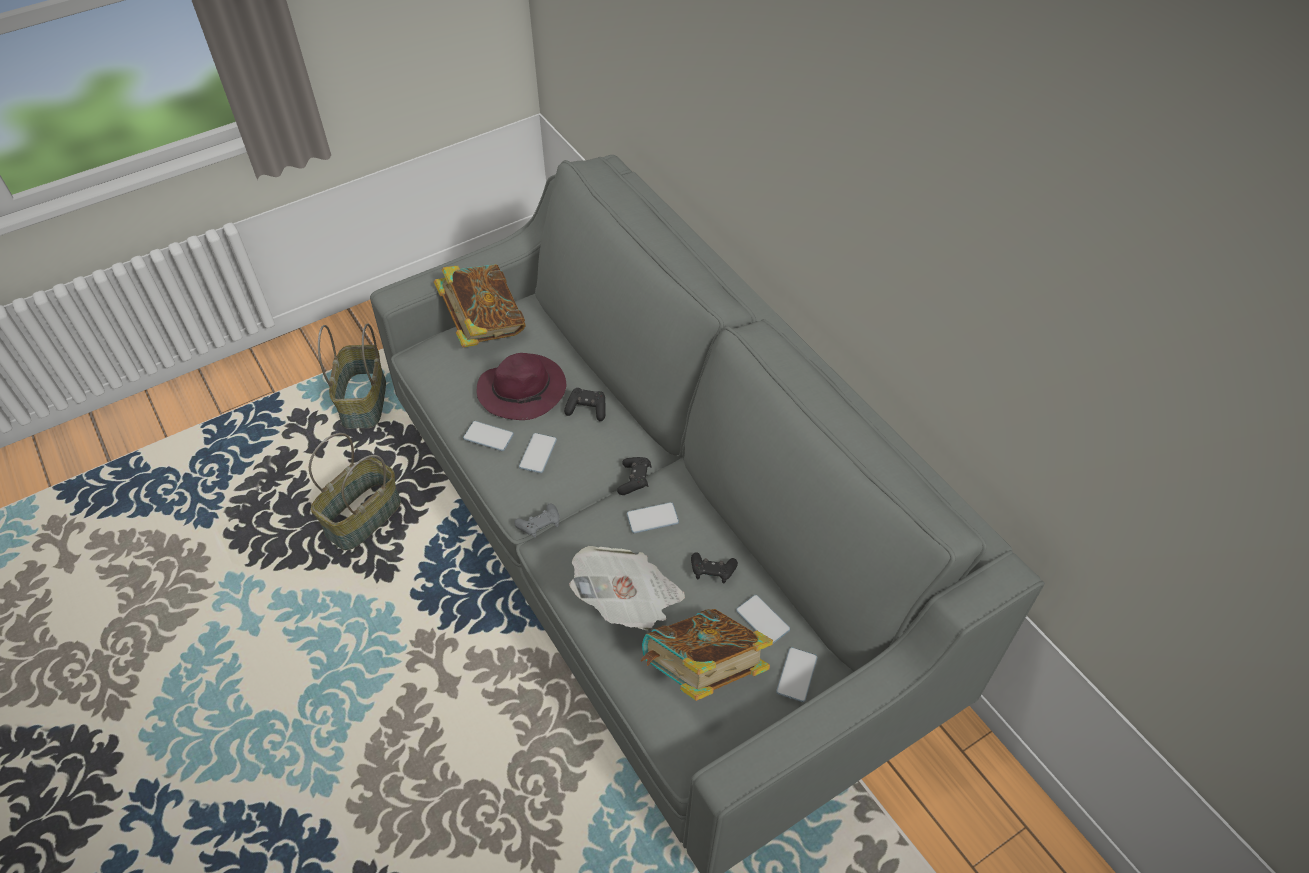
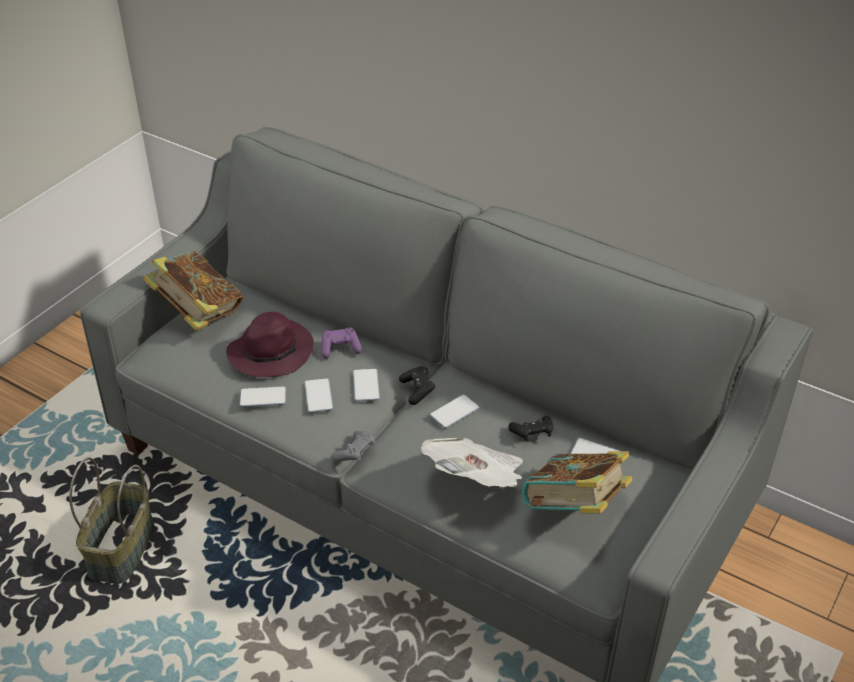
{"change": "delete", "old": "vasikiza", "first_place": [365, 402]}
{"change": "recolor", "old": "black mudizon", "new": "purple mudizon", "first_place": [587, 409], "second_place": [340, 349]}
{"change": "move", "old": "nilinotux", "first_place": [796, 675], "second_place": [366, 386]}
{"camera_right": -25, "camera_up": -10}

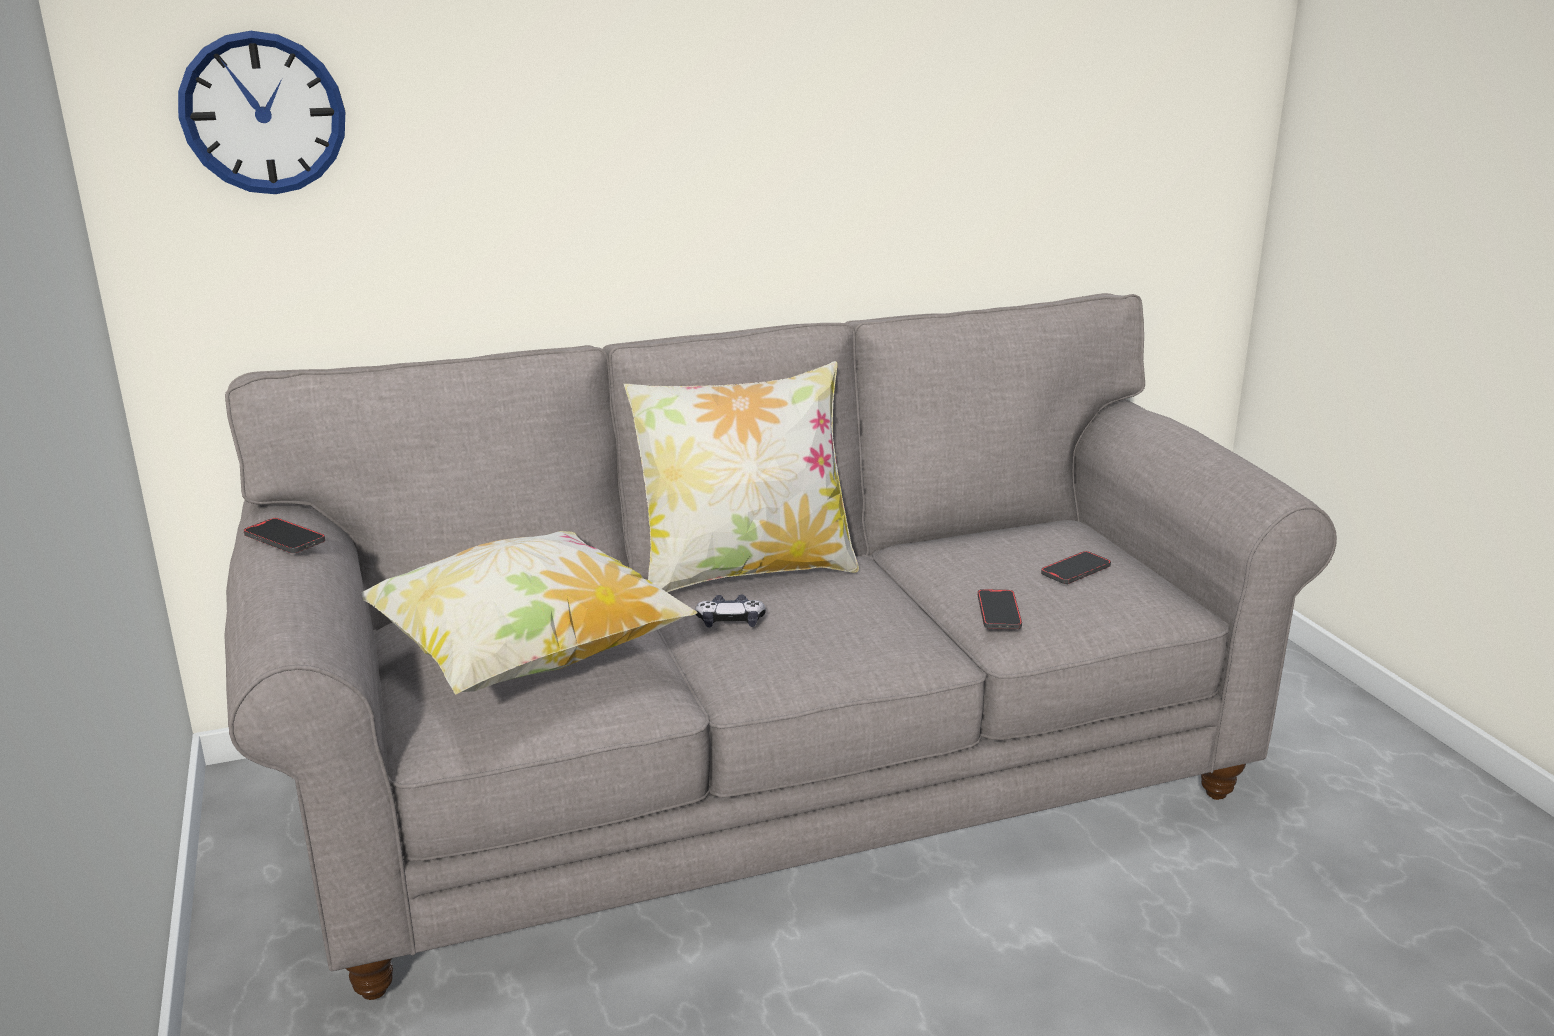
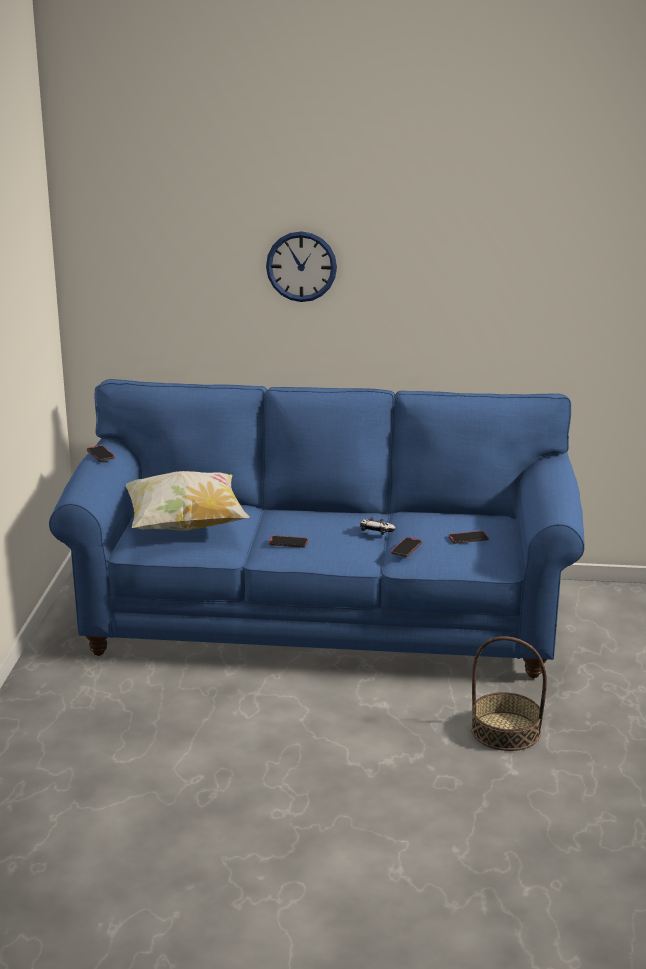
{"change": "move", "old": "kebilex", "first_place": [263, 113], "second_place": [301, 266]}
{"change": "recolor", "old": "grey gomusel", "new": "blue gomusel", "first_place": [778, 781], "second_place": [323, 620]}
{"change": "delete", "old": "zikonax", "first_place": [745, 571]}
{"change": "move", "old": "mudizon", "first_place": [730, 622], "second_place": [376, 531]}
{"change": "insert", "new": "nilinotux", "second_place": [288, 543]}
{"change": "insert", "new": "vasikiza", "second_place": [505, 731]}
{"camera_right": 25, "camera_up": 0}

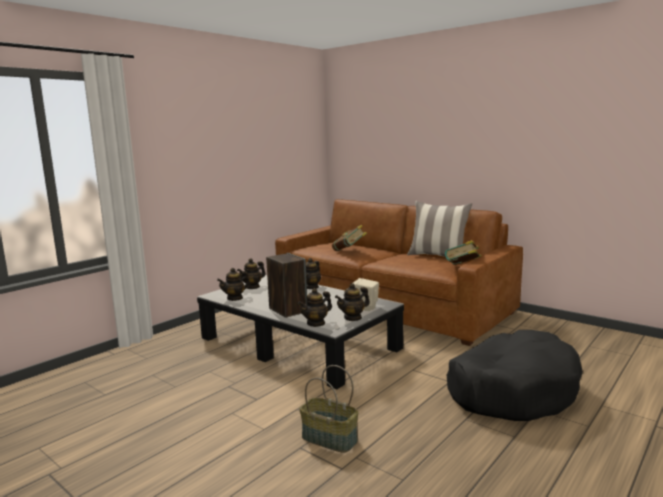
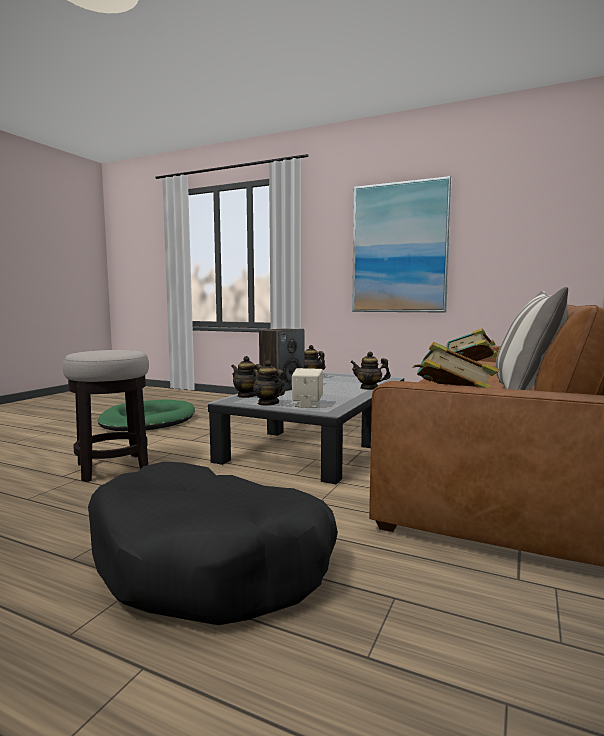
{"change": "delete", "old": "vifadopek", "first_place": [252, 287]}
{"change": "replace", "old": "vasikiza", "new": "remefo", "first_place": [328, 439], "second_place": [112, 468]}
{"change": "insert", "new": "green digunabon", "second_place": [148, 421]}
{"change": "insert", "new": "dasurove", "second_place": [399, 248]}
{"camera_right": 75, "camera_up": -5}

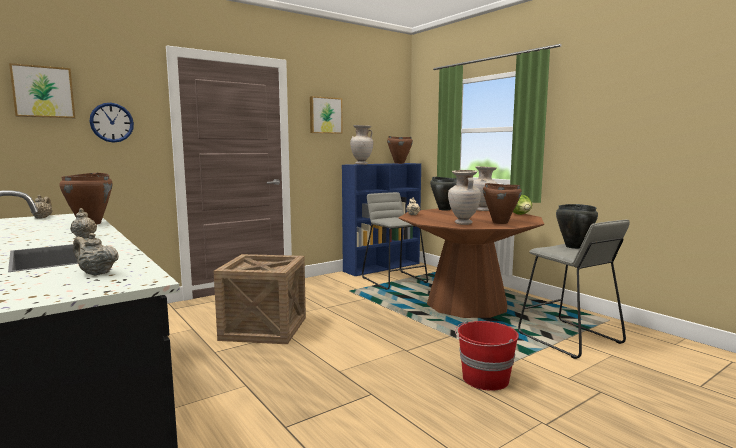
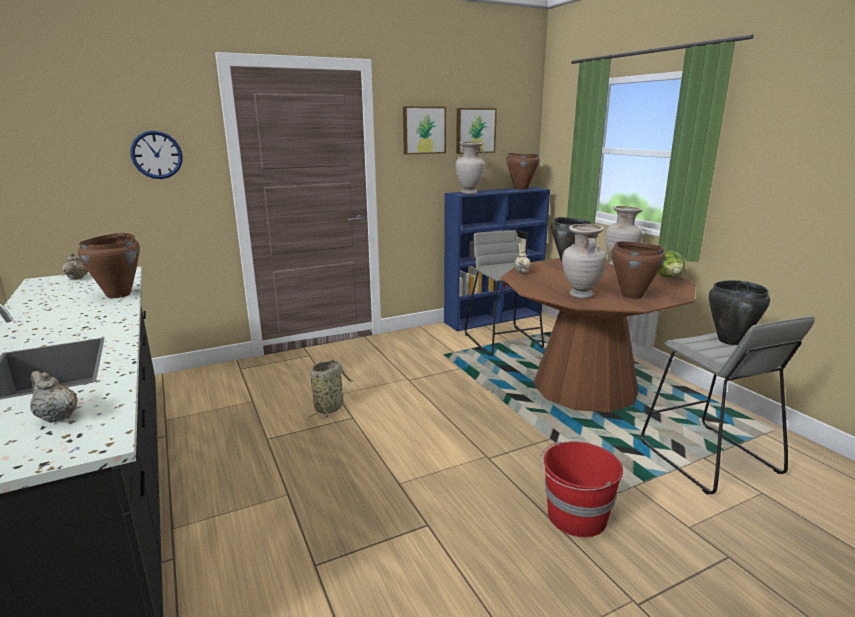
{"change": "move", "old": "dasurove", "first_place": [43, 92], "second_place": [475, 130]}
{"change": "delete", "old": "beige vifadopek", "first_place": [84, 237]}
{"change": "replace", "old": "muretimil", "new": "vasikiza", "first_place": [264, 328], "second_place": [330, 407]}
{"camera_right": 10, "camera_up": 10}

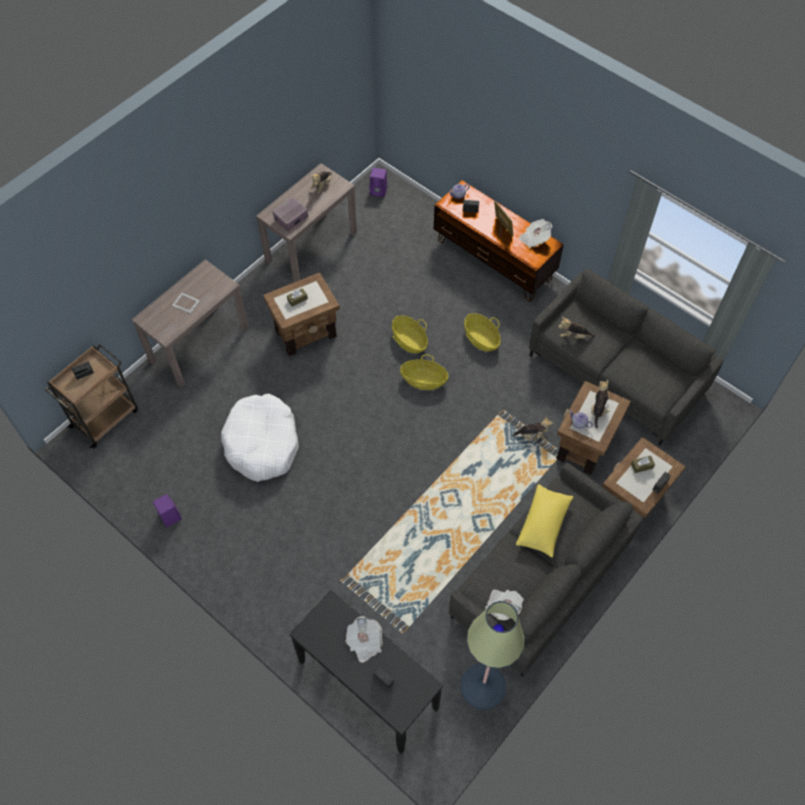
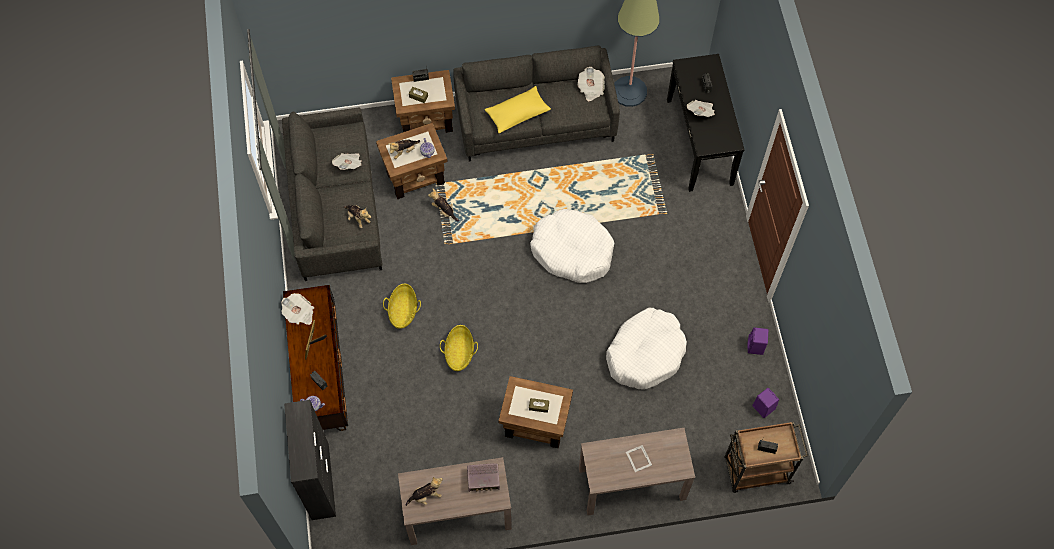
{"change": "move", "old": "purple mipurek", "first_place": [379, 191], "second_place": [763, 407]}
{"change": "delete", "old": "vasikiza", "first_place": [423, 380]}
{"change": "insert", "new": "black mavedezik", "second_place": [320, 481]}
{"change": "insert", "new": "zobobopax", "second_place": [349, 165]}
{"change": "insert", "new": "white digunabon", "second_place": [572, 251]}
{"camera_right": -140, "camera_up": 5}

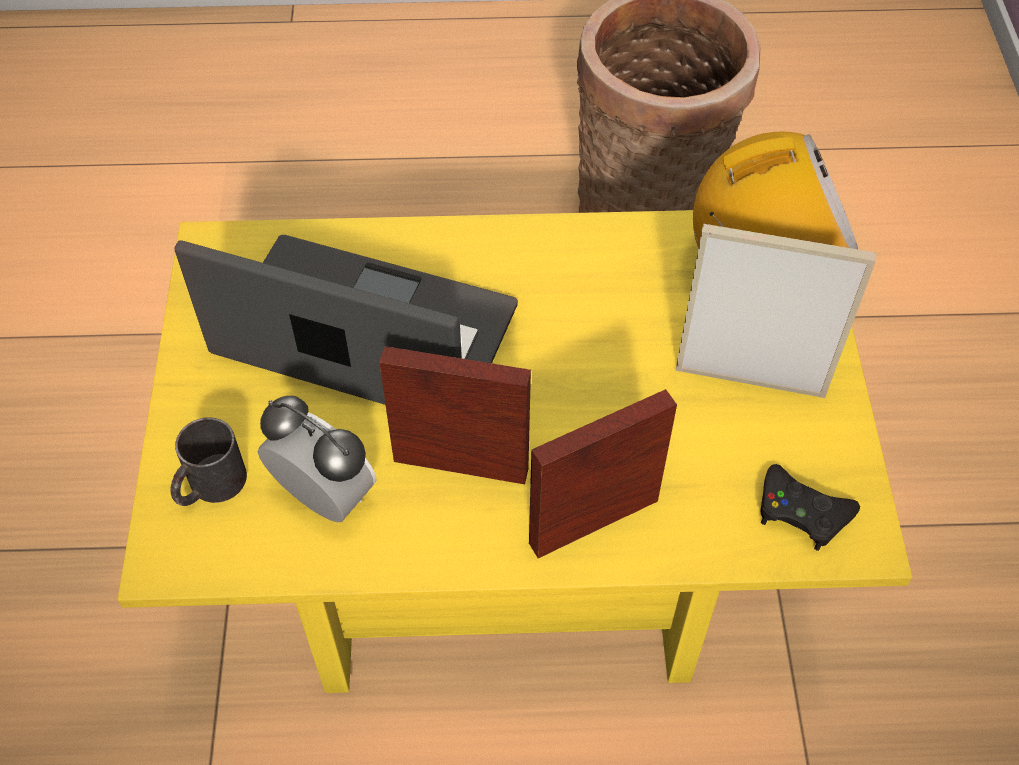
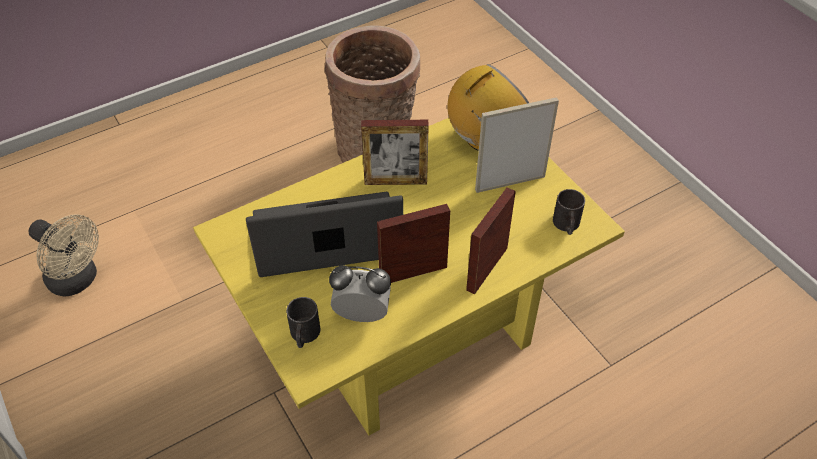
{"change": "replace", "old": "black mudizon", "new": "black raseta", "first_place": [802, 512], "second_place": [567, 225]}
{"change": "insert", "new": "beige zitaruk", "second_place": [78, 280]}
{"change": "insert", "new": "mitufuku", "second_place": [395, 181]}
{"camera_right": -30, "camera_up": -5}

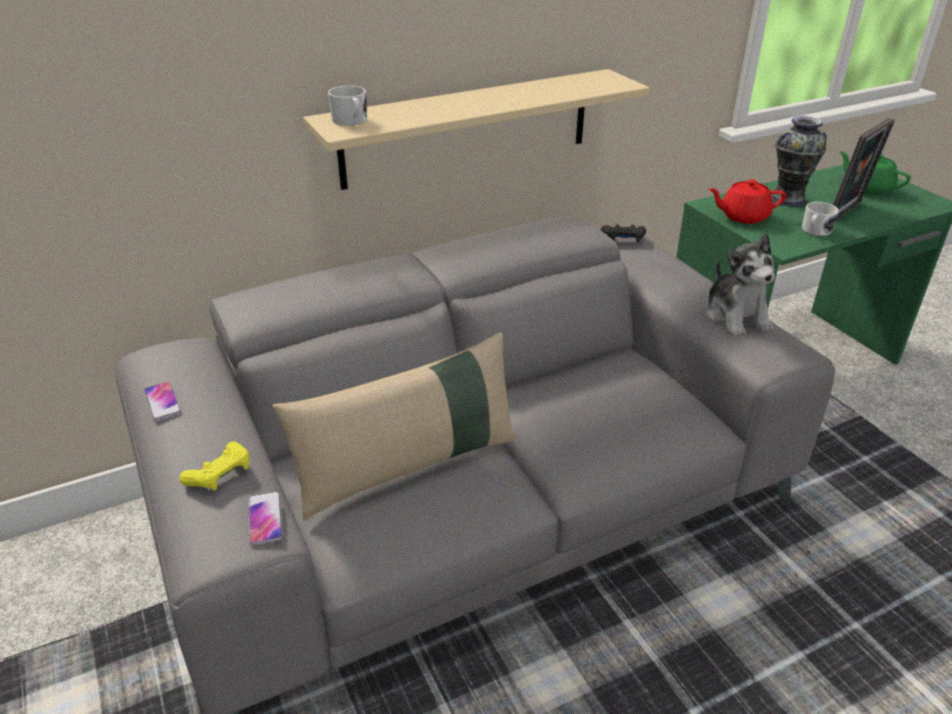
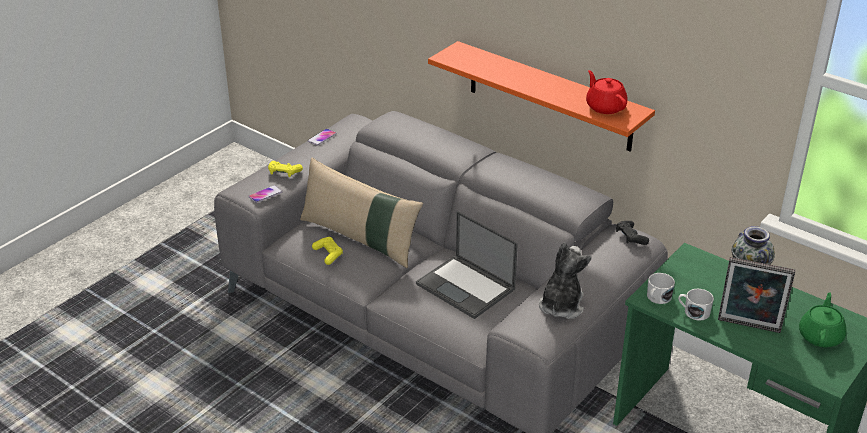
{"change": "recolor", "old": "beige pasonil", "new": "orange pasonil", "first_place": [467, 128], "second_place": [549, 97]}
{"change": "move", "old": "white raseta", "first_place": [351, 121], "second_place": [657, 298]}
{"change": "rotate", "old": "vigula", "first_place": [736, 316], "second_place": [561, 305], "degrees": 150}
{"change": "move", "old": "red vifadopek", "first_place": [743, 216], "second_place": [605, 106]}
{"change": "insert", "new": "yellow mudizon", "second_place": [328, 254]}
{"change": "insert", "new": "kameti", "second_place": [466, 287]}
{"camera_right": 65, "camera_up": 0}

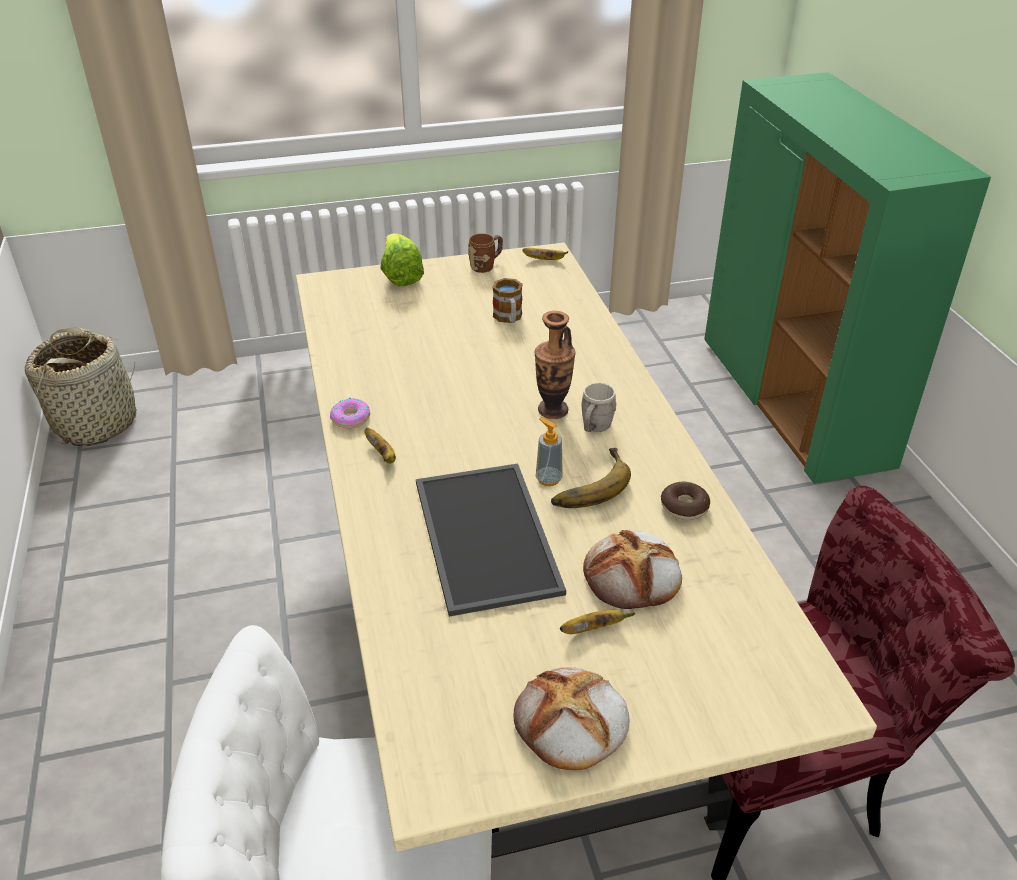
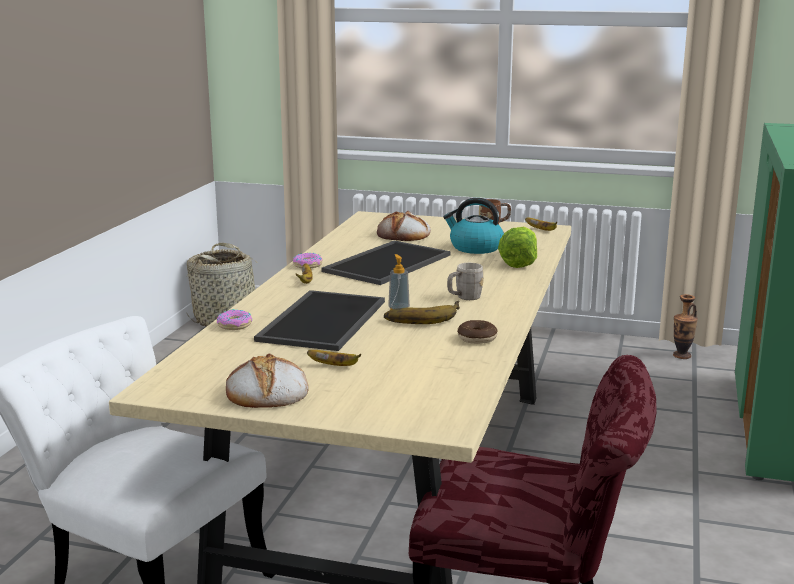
{"change": "move", "old": "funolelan", "first_place": [400, 276], "second_place": [519, 262]}
{"change": "replace", "old": "raseta", "new": "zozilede", "first_place": [509, 318], "second_place": [475, 248]}
{"change": "move", "old": "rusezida", "first_place": [552, 410], "second_place": [682, 356]}
{"change": "move", "old": "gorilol", "first_place": [633, 576], "second_place": [404, 235]}
{"change": "insert", "new": "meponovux", "second_place": [235, 325]}
{"change": "insert", "new": "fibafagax", "second_place": [386, 262]}
{"camera_right": 30, "camera_up": -20}

